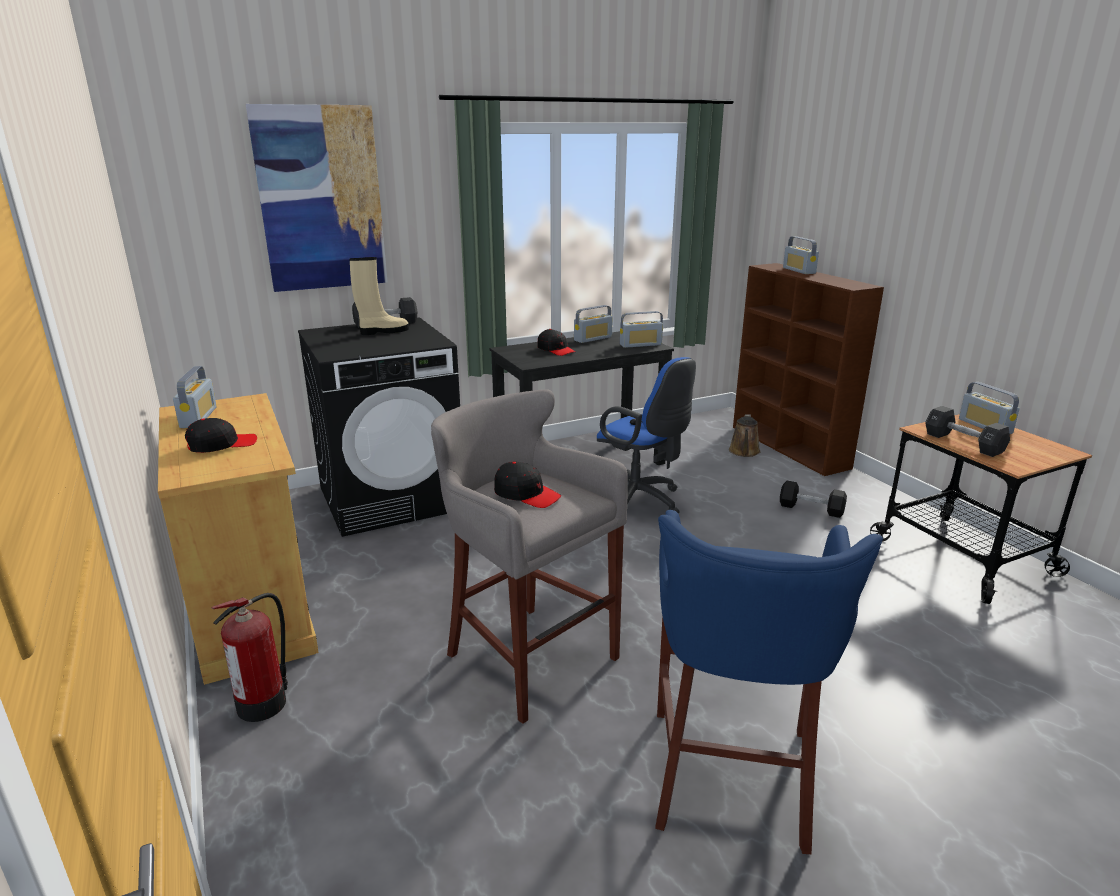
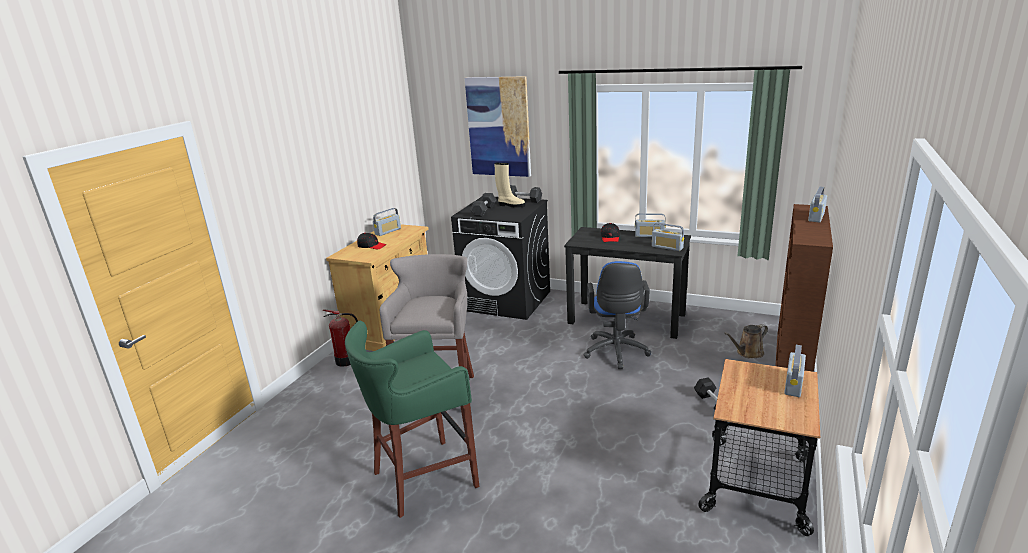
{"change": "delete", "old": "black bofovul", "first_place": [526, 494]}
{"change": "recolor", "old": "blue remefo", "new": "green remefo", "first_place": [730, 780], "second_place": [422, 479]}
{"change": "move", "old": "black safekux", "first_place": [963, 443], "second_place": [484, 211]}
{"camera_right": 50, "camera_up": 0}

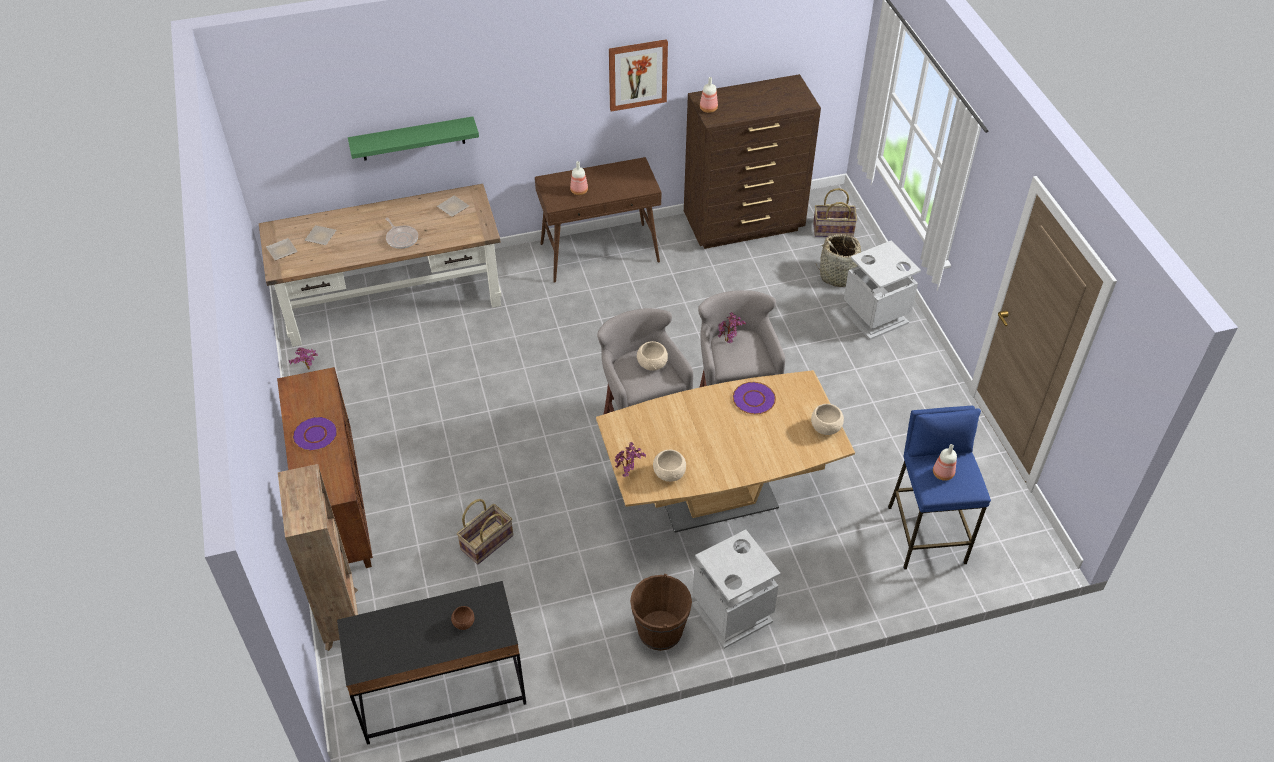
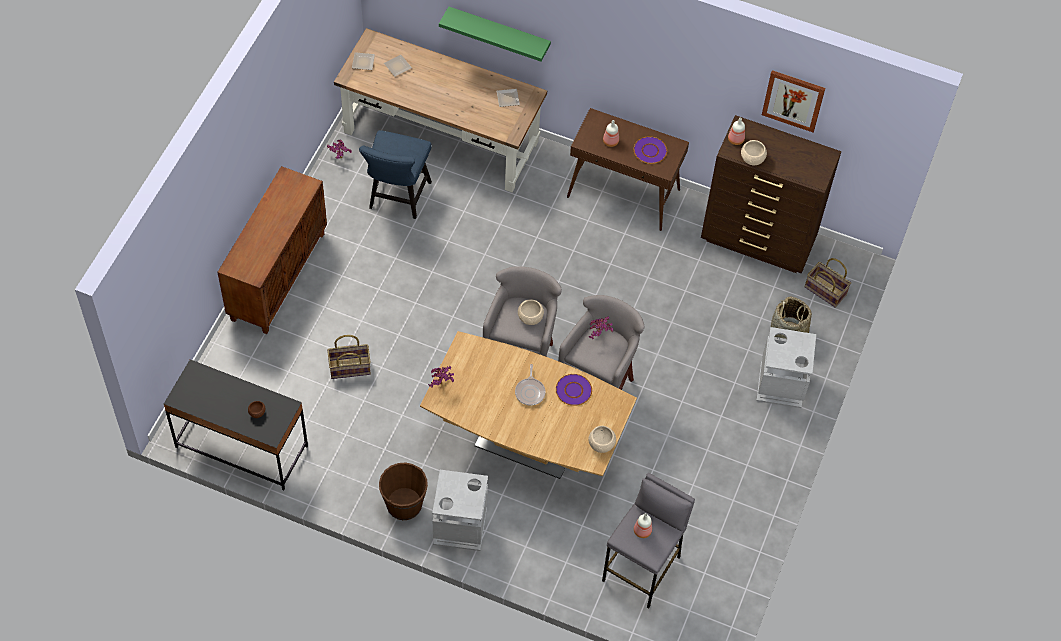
{"change": "delete", "old": "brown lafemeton", "first_place": [342, 617]}
{"change": "move", "old": "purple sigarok", "first_place": [315, 435], "second_place": [650, 150]}
{"change": "move", "old": "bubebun", "first_place": [401, 238], "second_place": [530, 391]}
{"change": "move", "old": "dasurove", "first_place": [637, 74], "second_place": [793, 100]}
{"change": "move", "old": "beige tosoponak", "first_place": [669, 473], "second_place": [752, 158]}
{"change": "recolor", "old": "blue remefo", "new": "grey remefo", "first_place": [926, 534], "second_place": [642, 569]}
{"change": "insert", "new": "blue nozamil", "second_place": [397, 198]}
{"camera_right": 35, "camera_up": 10}

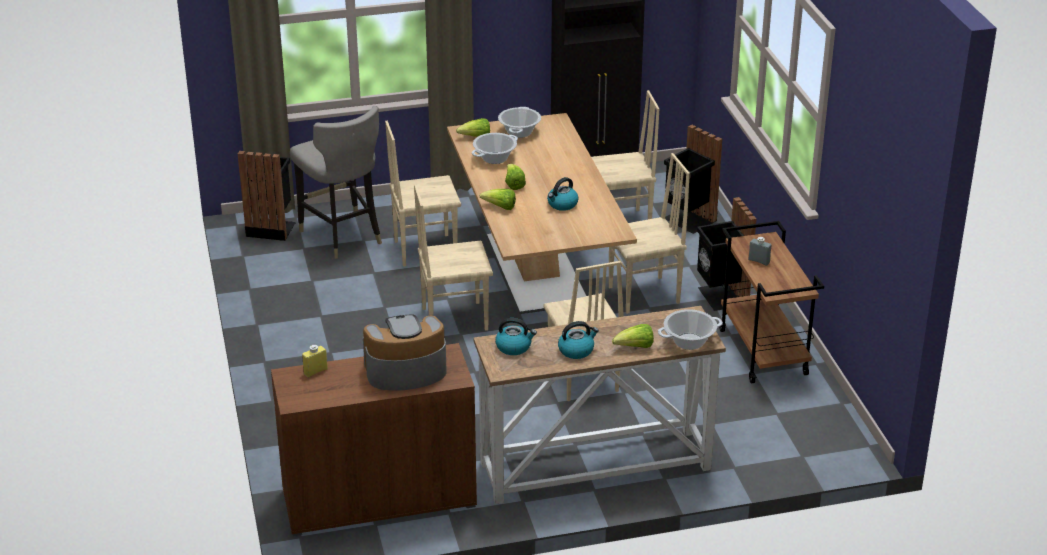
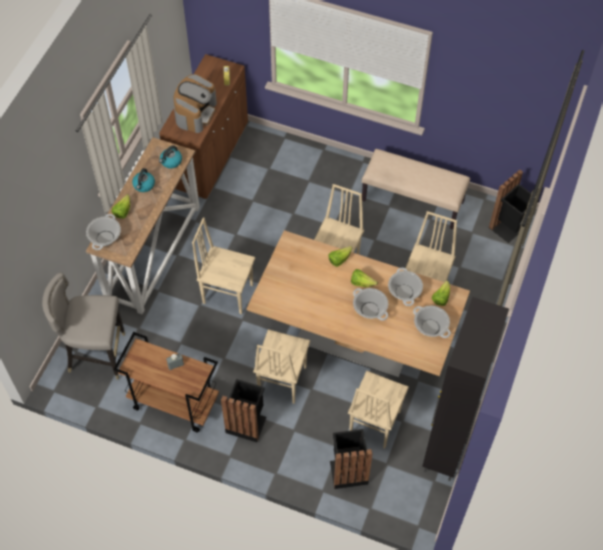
{"change": "move", "old": "grey remefo", "first_place": [342, 236], "second_place": [96, 355]}
{"change": "delete", "old": "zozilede", "first_place": [562, 204]}
{"change": "insert", "new": "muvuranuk", "second_place": [369, 310]}
{"change": "insert", "new": "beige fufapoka", "second_place": [413, 201]}
{"camera_right": 125, "camera_up": 25}

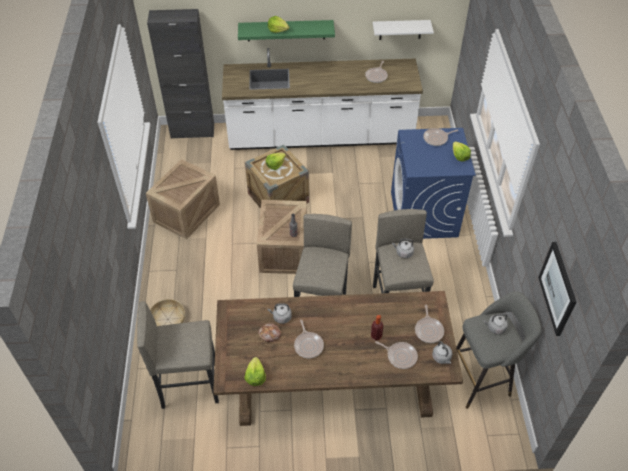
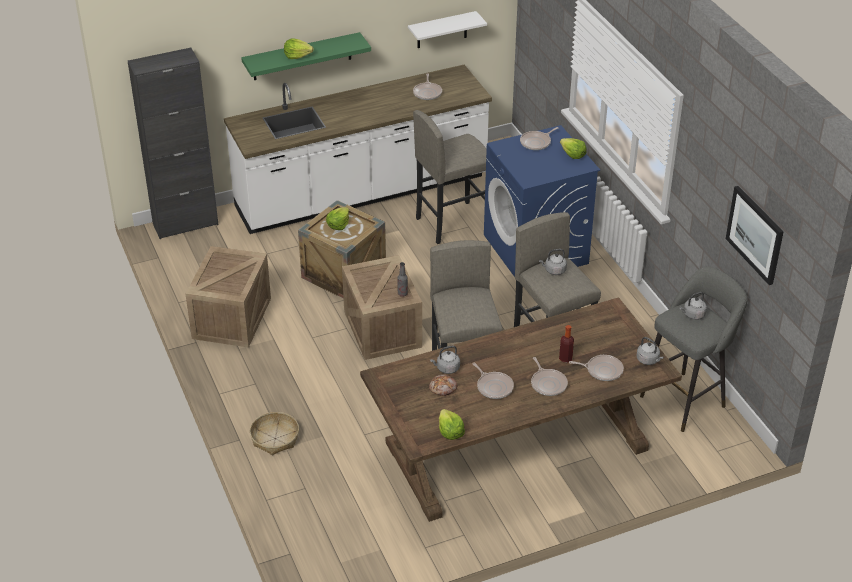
{"change": "move", "old": "grey remefo", "first_place": [189, 385], "second_place": [452, 222]}
{"change": "move", "old": "bubebun", "first_place": [429, 330], "second_place": [548, 383]}
{"camera_right": -20, "camera_up": -10}

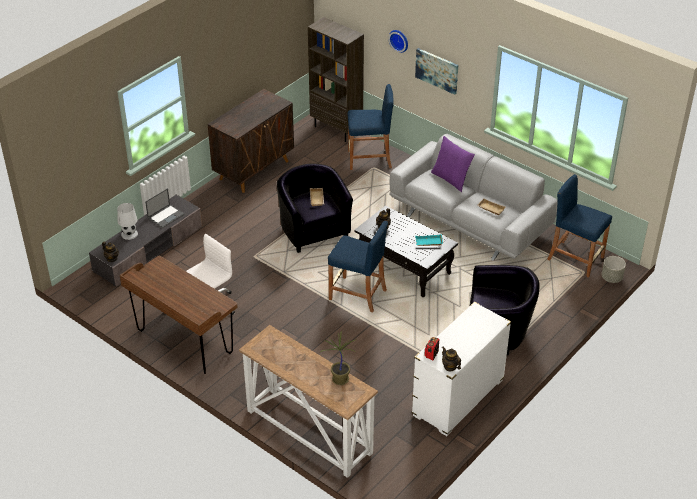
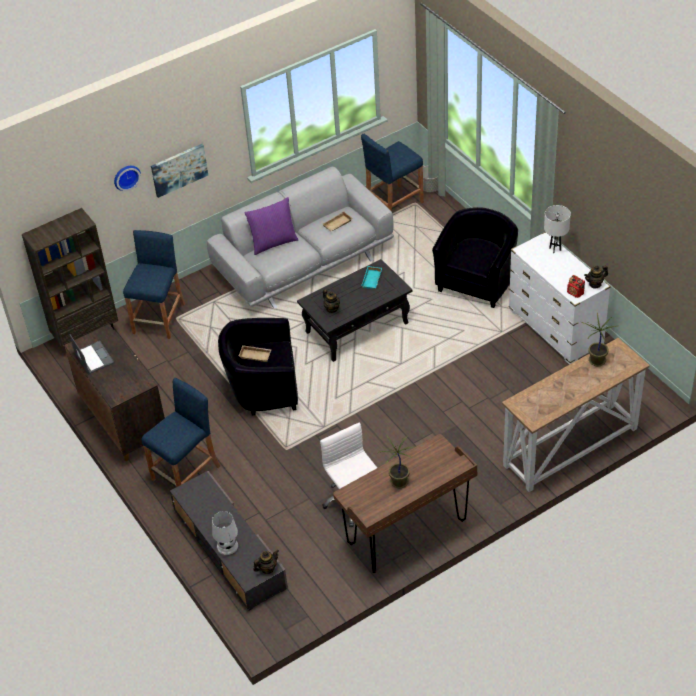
{"change": "move", "old": "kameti", "first_place": [166, 216], "second_place": [93, 357]}
{"change": "move", "old": "blue remefo", "first_place": [357, 295], "second_place": [186, 473]}
{"change": "insert", "new": "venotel", "second_place": [398, 482]}
{"change": "insert", "new": "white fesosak", "second_place": [555, 249]}
{"camera_right": -70, "camera_up": 5}

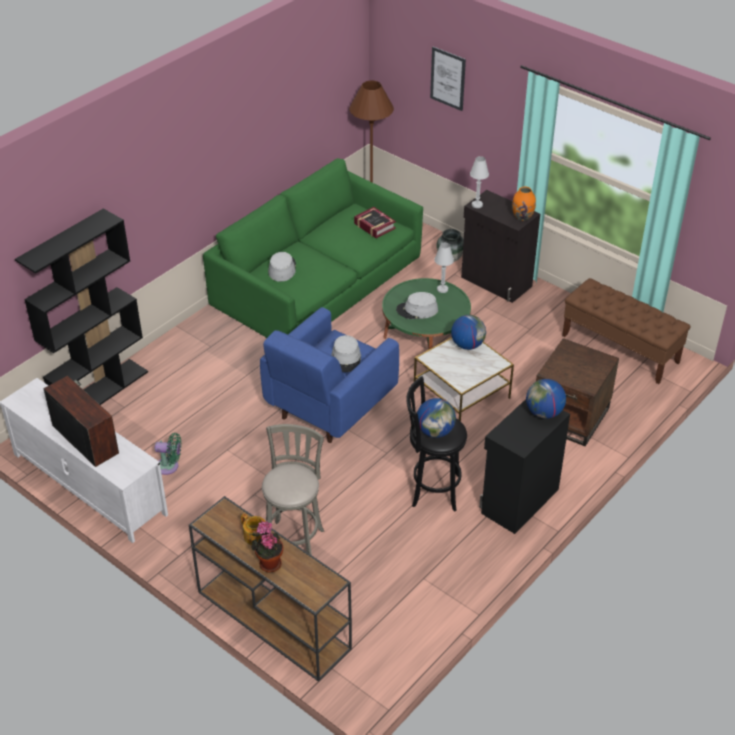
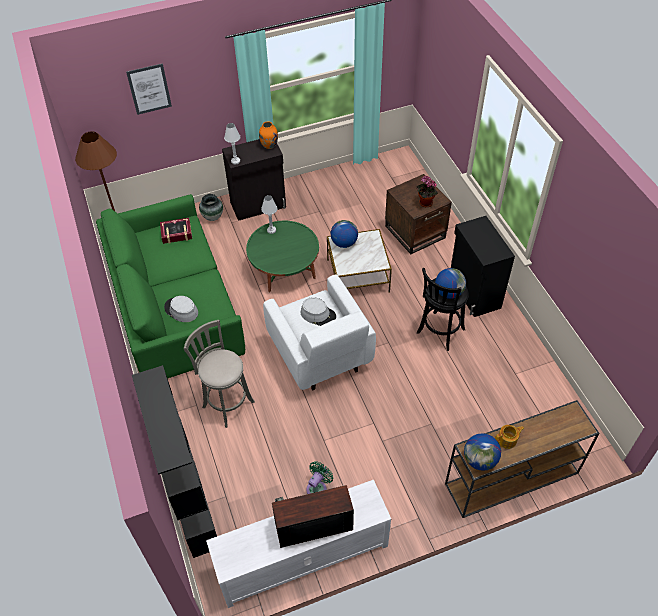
{"change": "move", "old": "venotel", "first_place": [268, 563], "second_place": [424, 203]}
{"change": "recolor", "old": "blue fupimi", "new": "white fupimi", "first_place": [329, 407], "second_place": [320, 356]}
{"change": "move", "old": "grey remefo", "first_place": [295, 539], "second_place": [226, 403]}
{"change": "delete", "old": "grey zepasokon", "first_place": [417, 310]}
{"change": "move", "old": "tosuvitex", "first_place": [544, 413], "second_place": [480, 460]}
{"change": "delete", "old": "brown fufapoka", "first_place": [620, 349]}
{"camera_right": -60, "camera_up": 10}

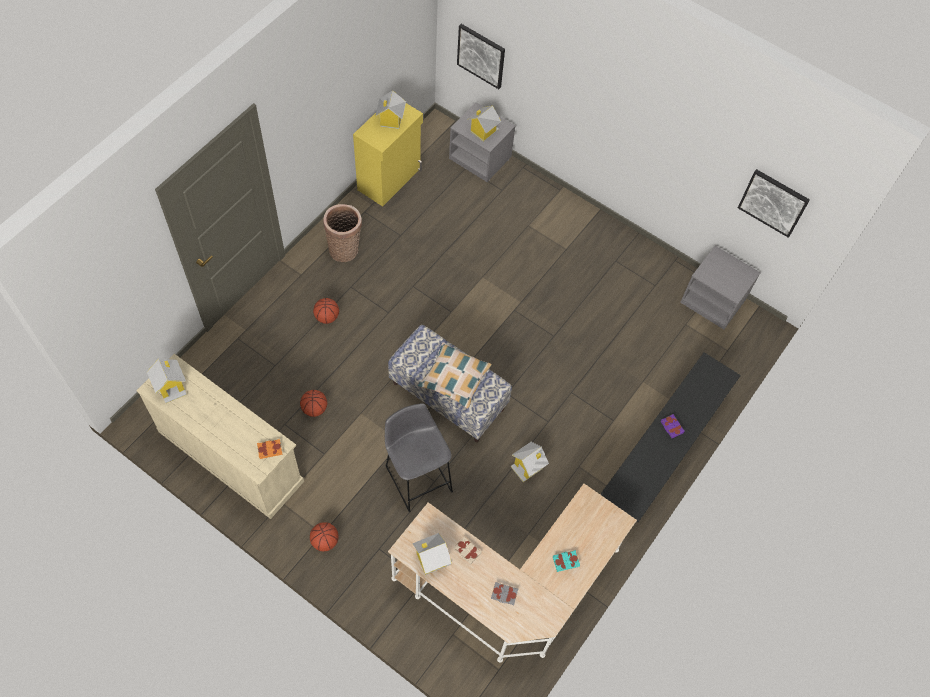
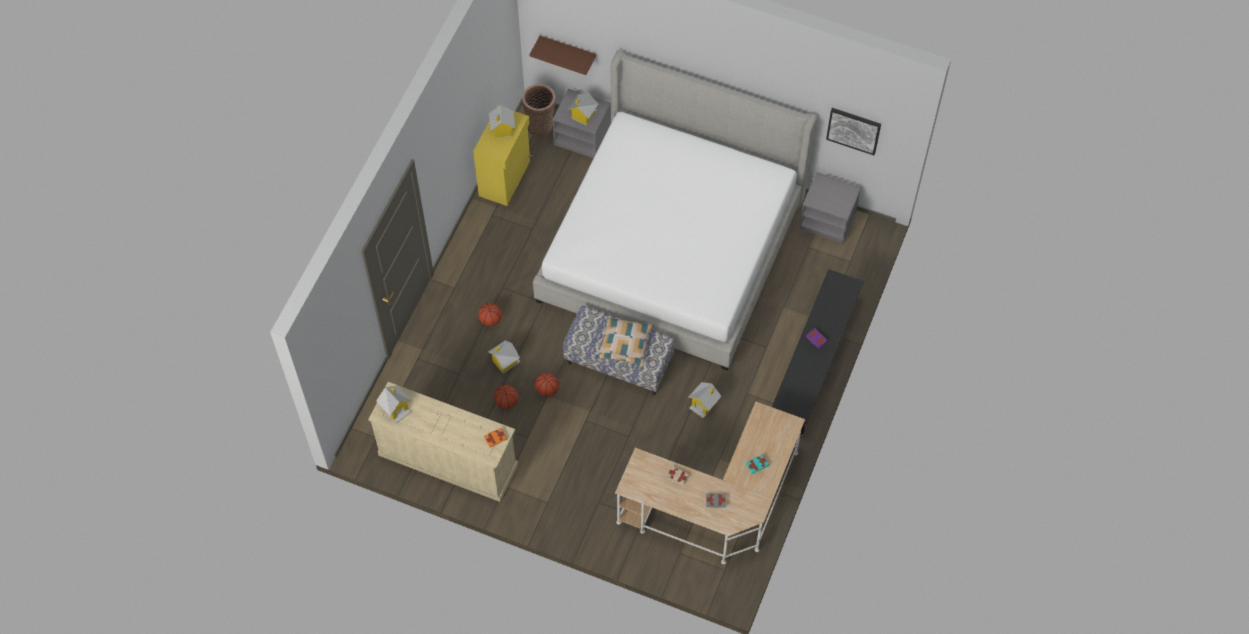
{"change": "move", "old": "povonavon", "first_place": [325, 541], "second_place": [547, 390]}
{"change": "move", "old": "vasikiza", "first_place": [345, 249], "second_place": [540, 124]}
{"change": "delete", "old": "grey remefo", "first_place": [417, 475]}
{"change": "move", "old": "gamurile", "first_place": [432, 559], "second_place": [505, 362]}
{"change": "replace", "old": "dasurove", "new": "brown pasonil", "first_place": [481, 55], "second_place": [568, 51]}
{"change": "insert", "new": "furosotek", "second_place": [671, 248]}
{"camera_right": -10, "camera_up": 0}

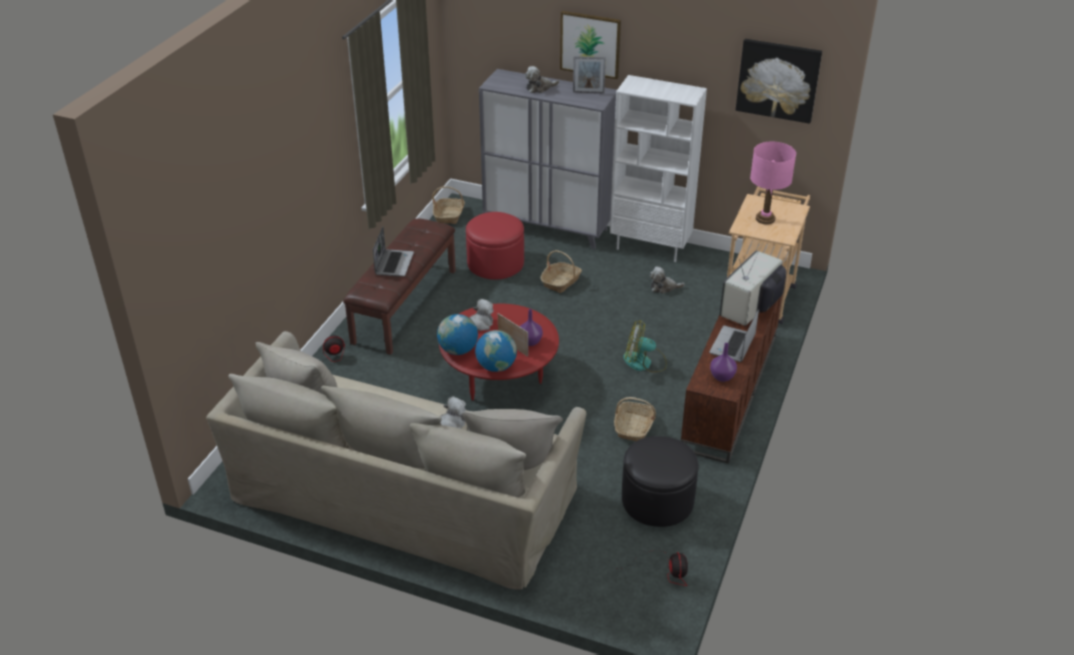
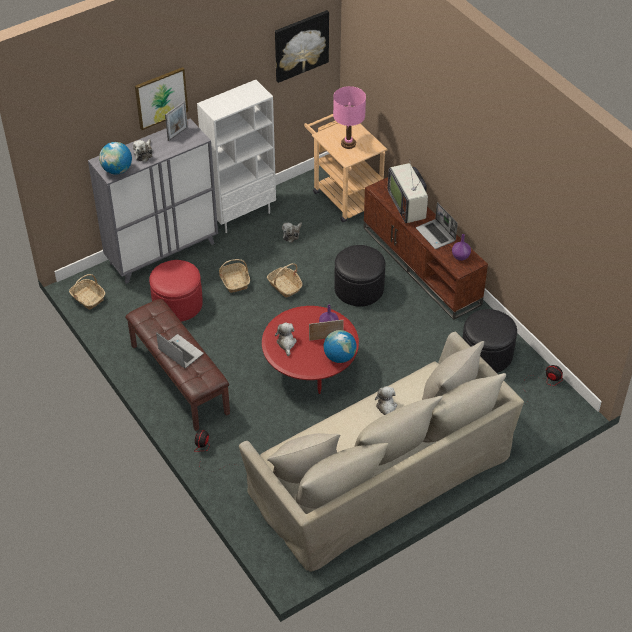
{"change": "move", "old": "tosuvitex", "first_place": [458, 350], "second_place": [117, 170]}
{"change": "move", "old": "vasikiza", "first_place": [633, 427], "second_place": [285, 286]}
{"change": "replace", "old": "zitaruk", "new": "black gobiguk", "first_place": [644, 362], "second_place": [359, 288]}
{"camera_right": -55, "camera_up": 10}

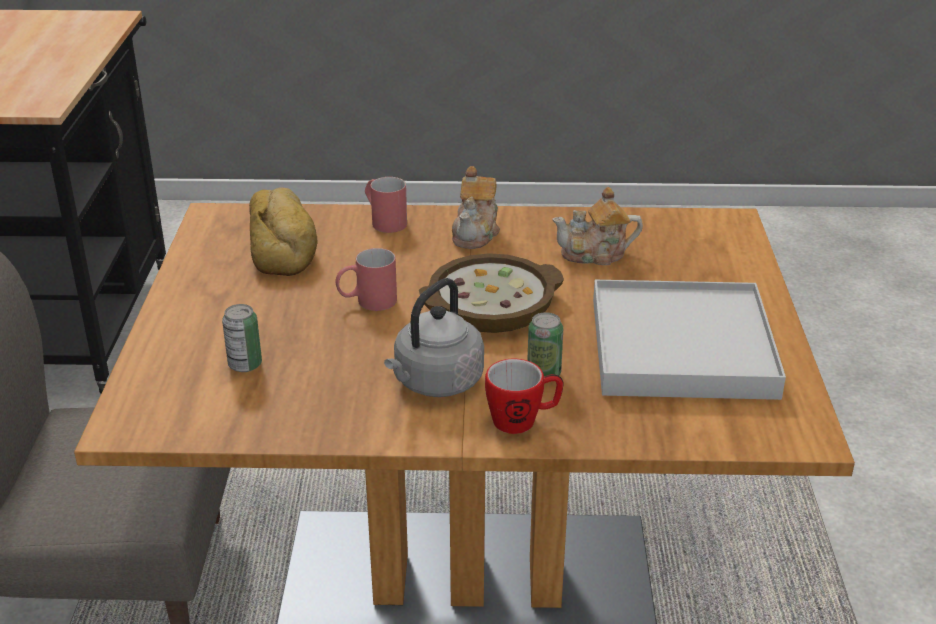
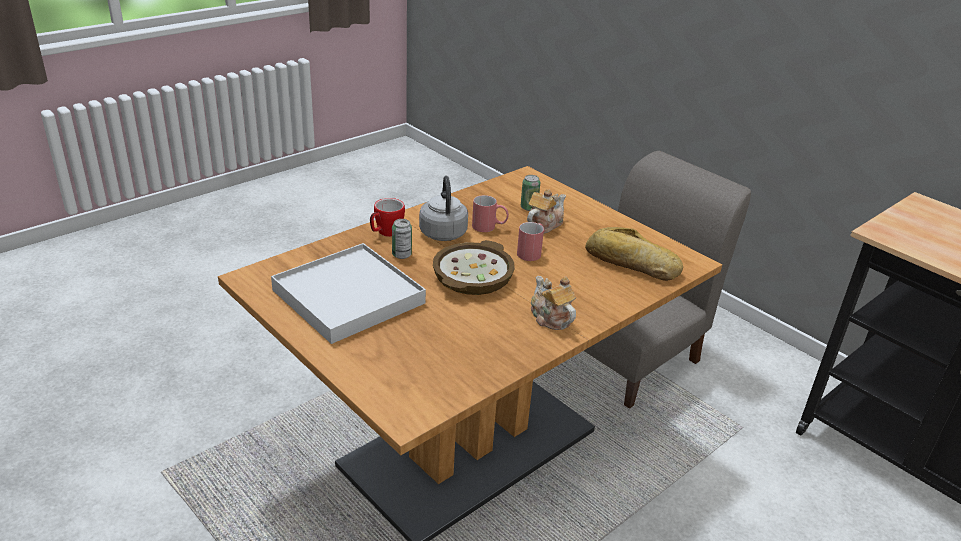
{"change": "move", "old": "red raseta", "first_place": [384, 221], "second_place": [489, 227]}
{"change": "move", "old": "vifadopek", "first_place": [595, 254], "second_place": [543, 224]}
{"camera_right": 135, "camera_up": 0}

